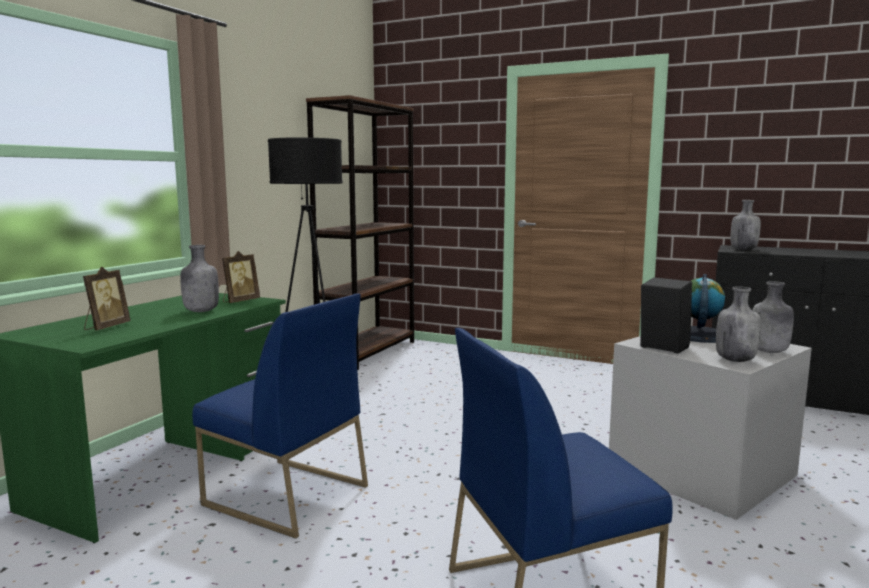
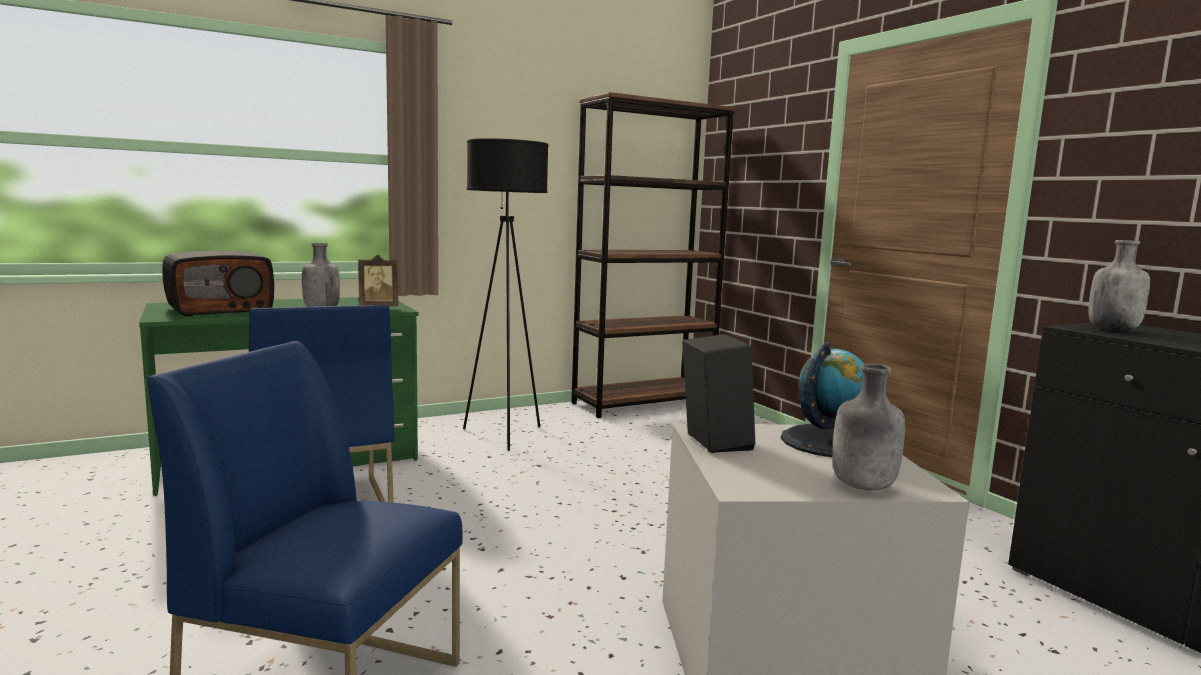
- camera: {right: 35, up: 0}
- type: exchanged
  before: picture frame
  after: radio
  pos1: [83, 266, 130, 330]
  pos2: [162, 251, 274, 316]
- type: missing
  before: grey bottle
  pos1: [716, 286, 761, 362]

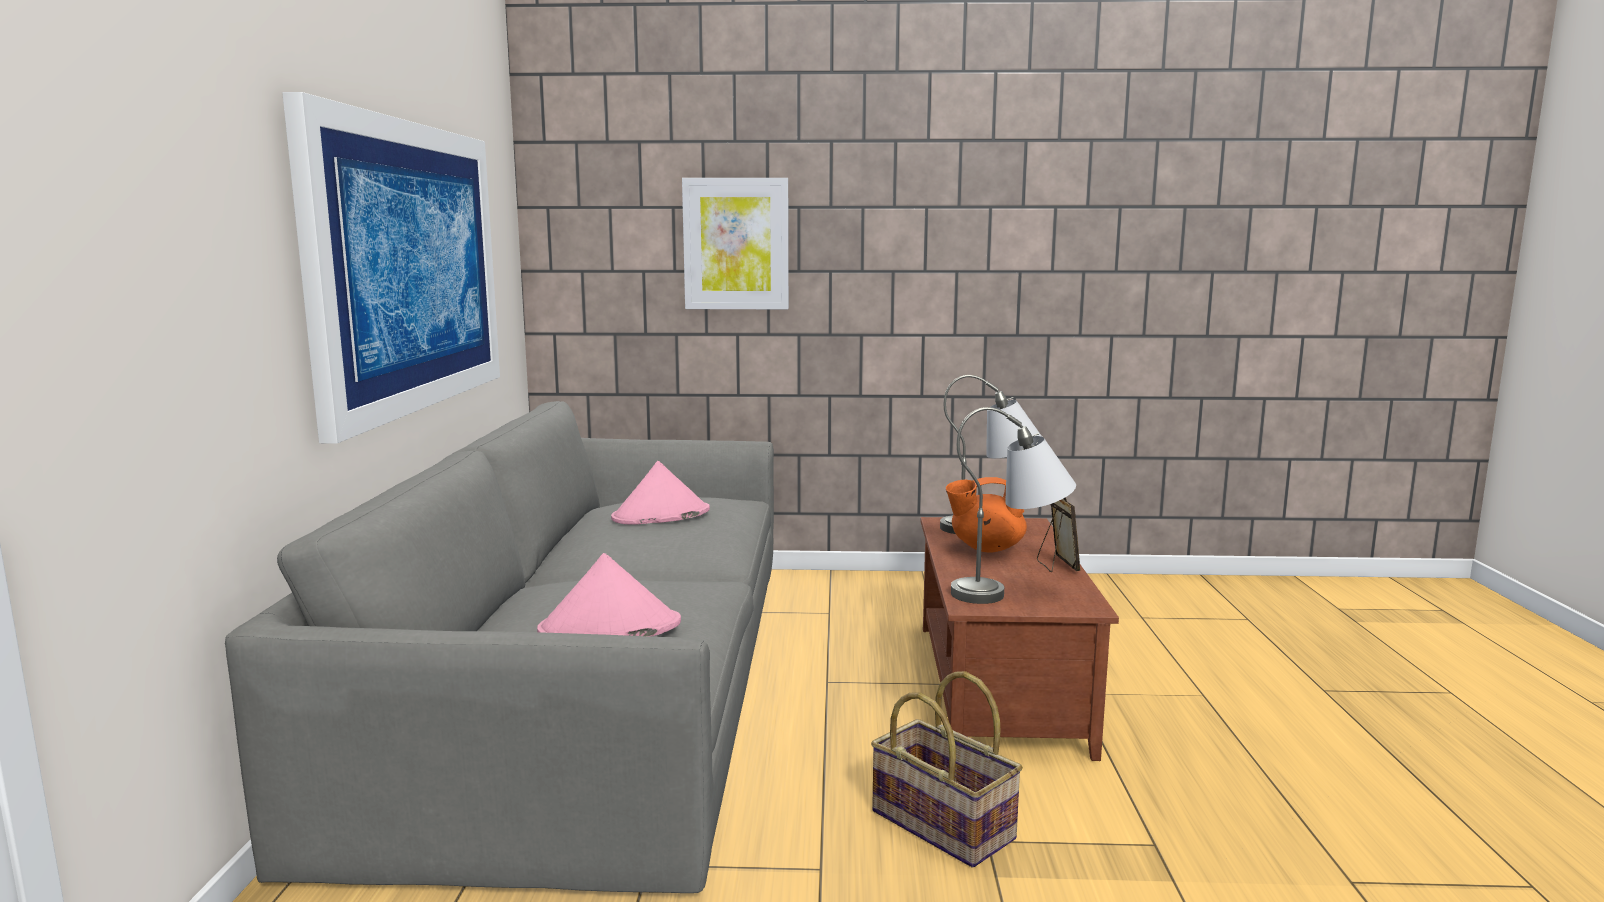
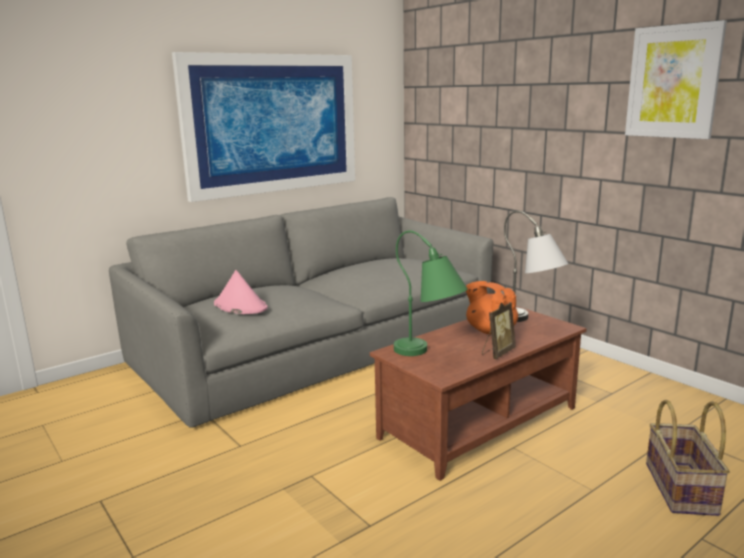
- camera: {right: 50, up: 5}
- type: missing
  before: pink hat
  pos1: [611, 461, 710, 525]
- type: relocated
  before: picture
  pos1: [682, 178, 789, 309]
  pos2: [625, 20, 727, 139]
- type: relocated
  before: basket
  pos1: [871, 671, 1023, 868]
  pos2: [646, 400, 730, 516]
- type: colour
  before: grey table lamp
  after: green table lamp
  pos1: [951, 407, 1076, 604]
  pos2: [394, 231, 468, 356]

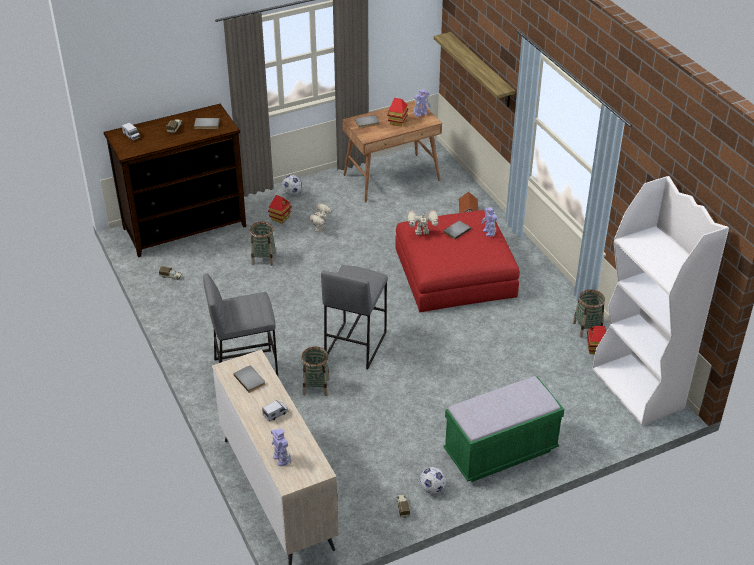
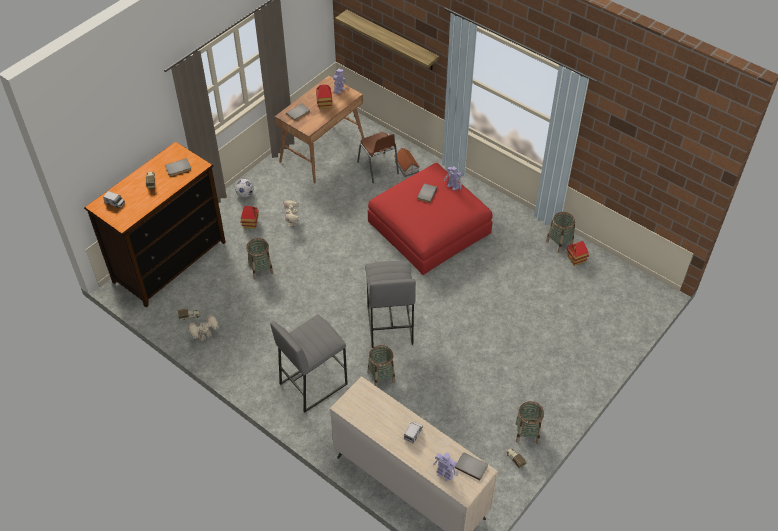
- camera: {right: -25, up: 10}
- type: relocated
  before: grey book
  pos1: [233, 366, 265, 393]
  pos2: [455, 453, 488, 480]
- type: relocated
  before: toy robot
  pos1: [408, 210, 439, 235]
  pos2: [188, 315, 219, 341]
- type: exchanged
  before: football
  after: basket
  pos1: [419, 467, 446, 494]
  pos2: [515, 401, 544, 444]
- type: missing
  before: green bench
  pos1: [443, 376, 564, 482]
- type: missing
  before: white bookcase
  pos1: [592, 176, 729, 425]
- type: appeared
  after: brown chair
  pos2: [357, 132, 399, 183]

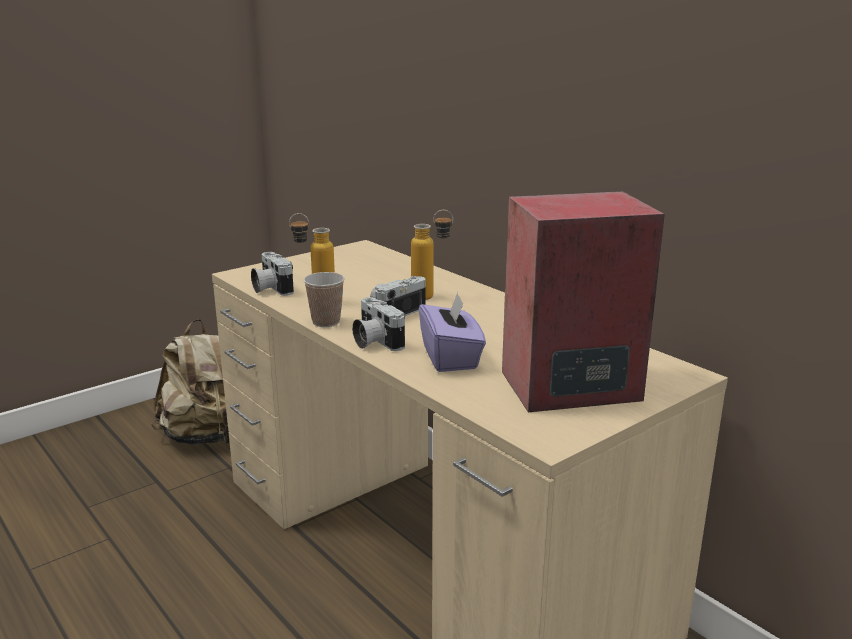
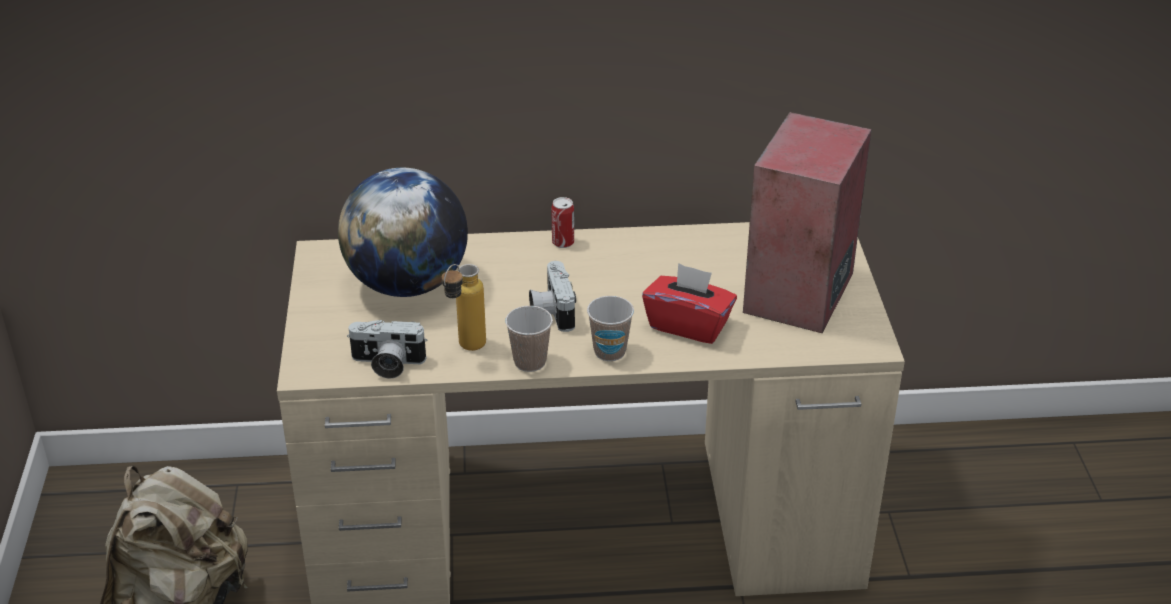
- camera: {right: -55, up: 15}
- type: exchanged
  before: photo camera
  after: cup
  pos1: [352, 297, 405, 351]
  pos2: [587, 296, 634, 361]
- type: missing
  before: bottle
  pos1: [411, 210, 453, 300]
- type: colour
  before: purple tissue box
  after: red tissue box
  pos1: [419, 292, 486, 372]
  pos2: [642, 263, 737, 344]
- type: appeared
  after: globe
  pos2: [338, 168, 468, 297]
- type: appeared
  after: can
  pos2: [551, 197, 574, 248]

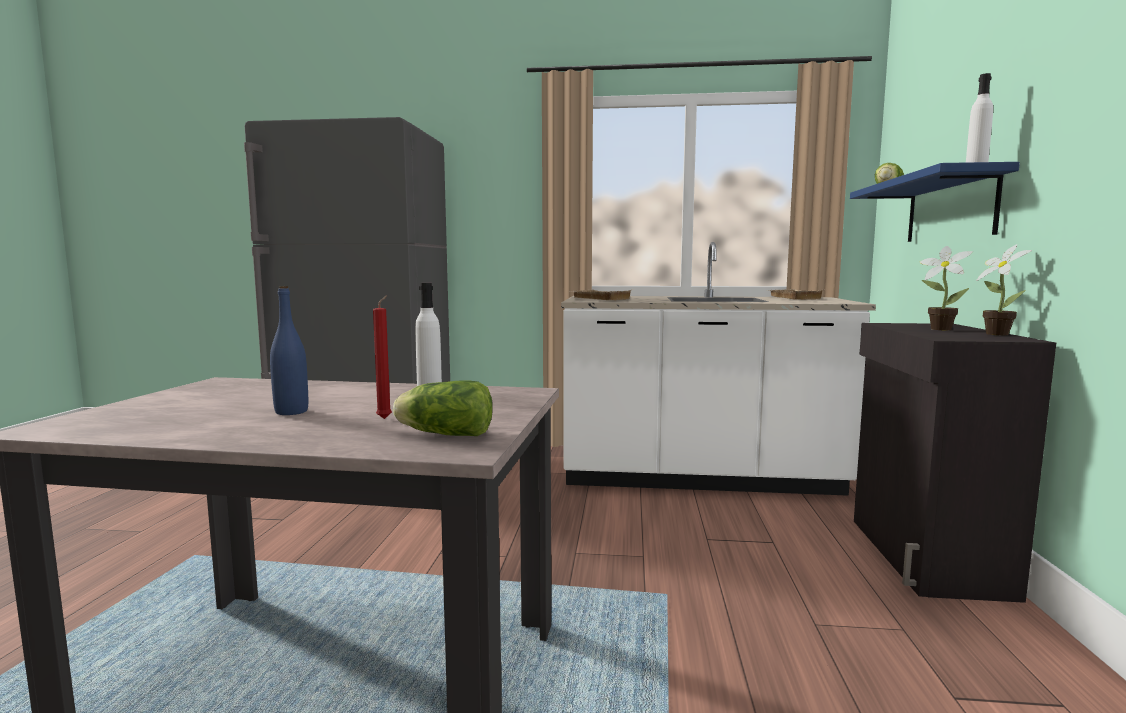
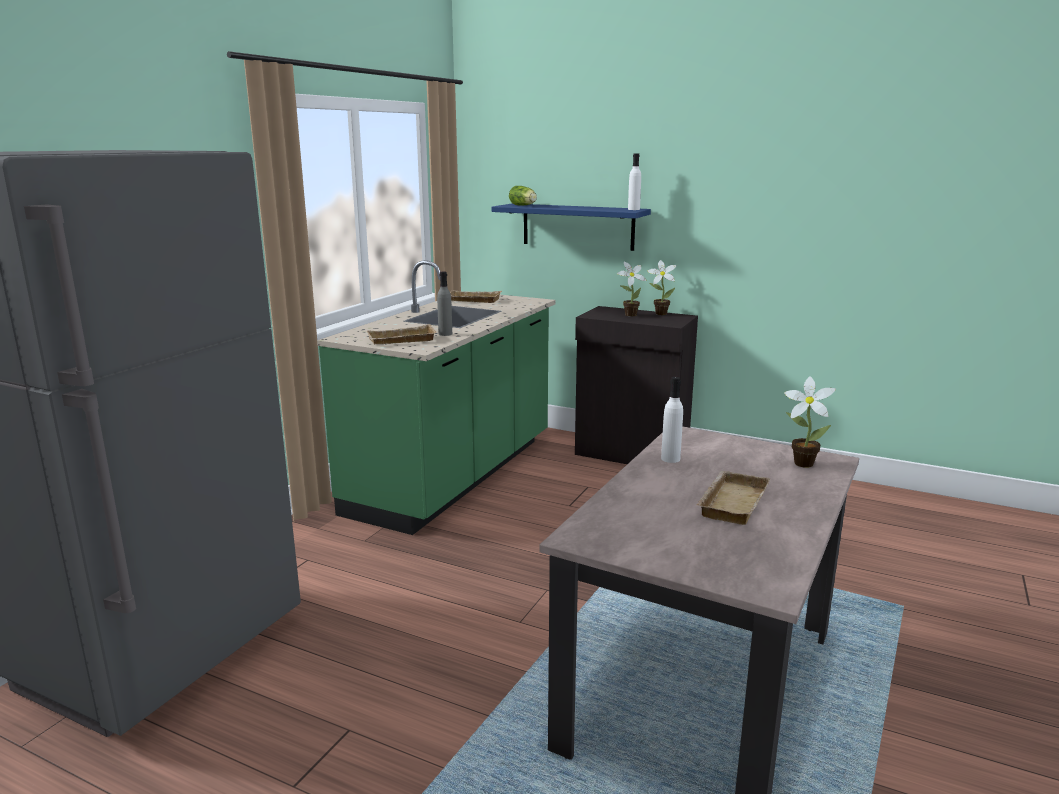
- camera: {right: -70, up: 10}
- type: exchanged
  before: blue bottle
  after: beige tray
  pos1: [270, 286, 308, 415]
  pos2: [697, 471, 770, 525]
- type: missing
  before: red candle
  pos1: [373, 295, 392, 419]
- type: exchanged
  before: lettuce
  after: potted plant
  pos1: [393, 380, 493, 436]
  pos2: [784, 377, 836, 468]
- type: colour
  before: white counter
  after: green counter
  pos1: [561, 242, 876, 496]
  pos2: [317, 260, 556, 535]
- type: appeared
  after: grey bottle
  pos2: [437, 271, 452, 336]

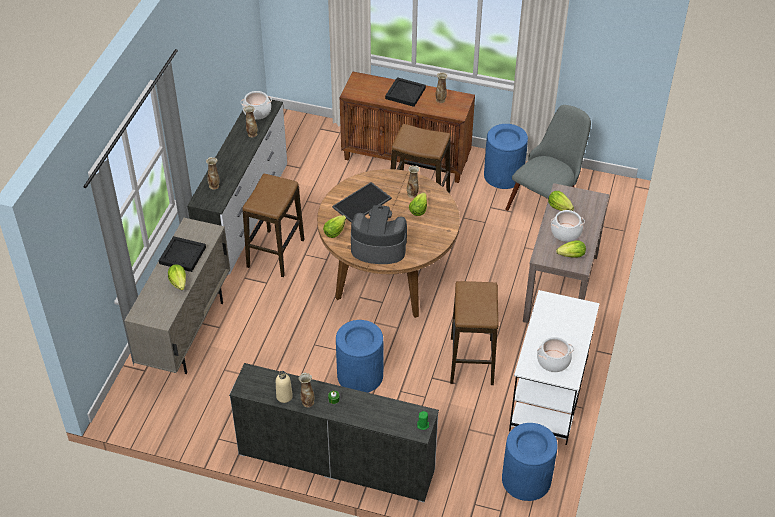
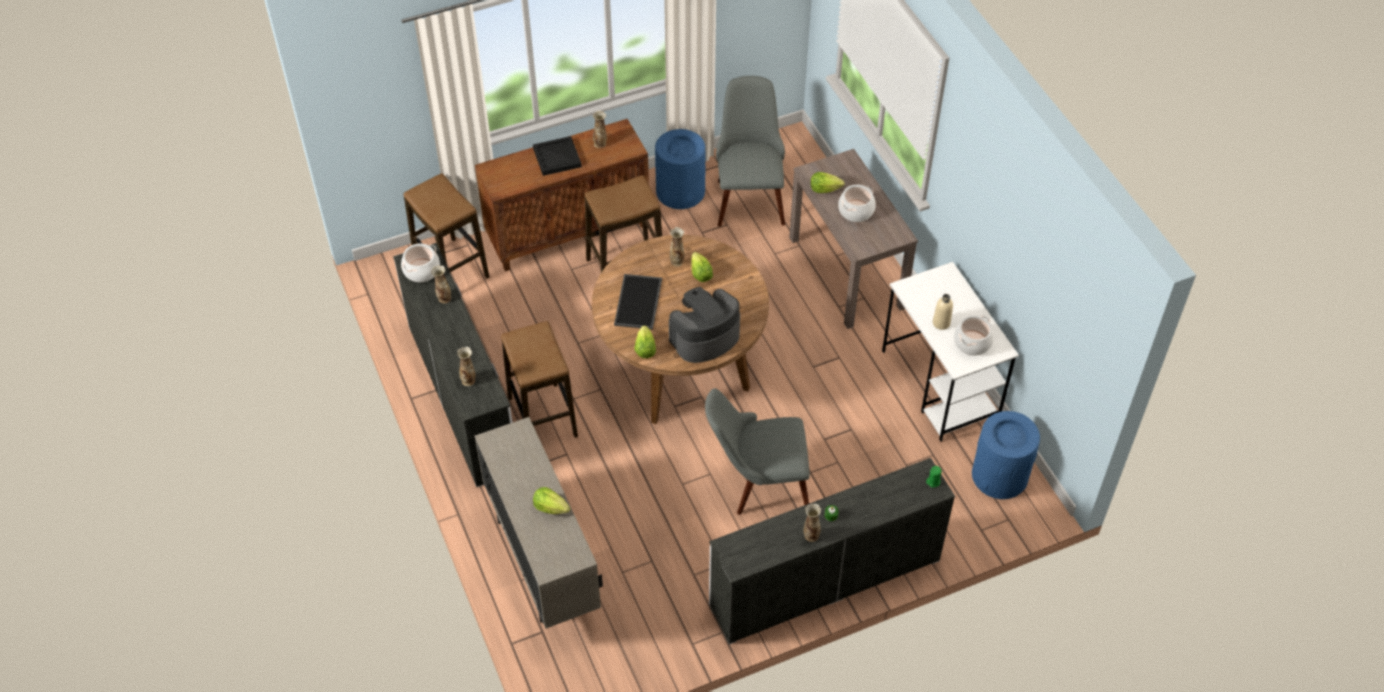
- camera: {right: -40, up: 5}
- type: missing
  before: black tray
  pos1: [159, 236, 206, 272]
- type: relocated
  before: beige bottle
  pos1: [276, 371, 293, 403]
  pos2: [933, 294, 953, 330]
- type: exchanged
  before: blue trash can
  after: grey chair
  pos1: [336, 320, 384, 393]
  pos2: [705, 388, 810, 515]
- type: relocated
  before: stool
  pos1: [450, 281, 498, 385]
  pos2: [404, 173, 489, 279]
- type: missing
  before: lettuce
  pos1: [556, 240, 586, 258]

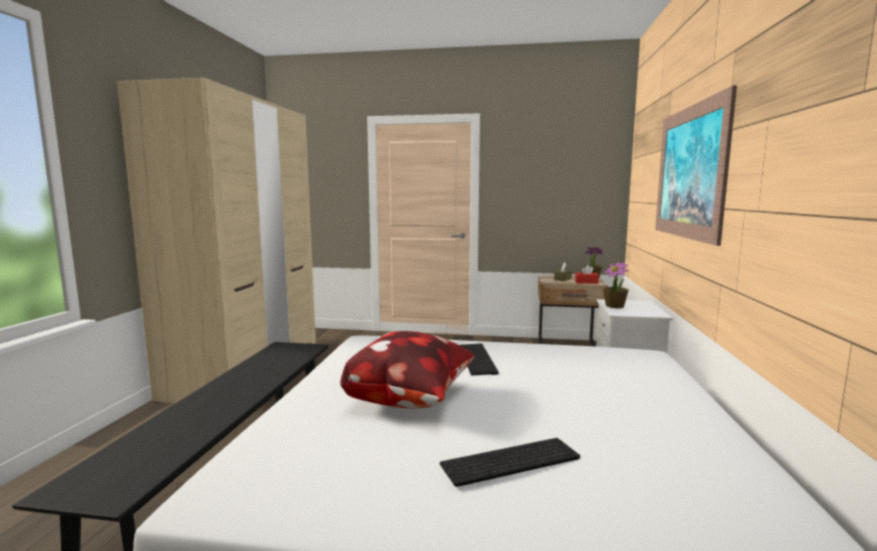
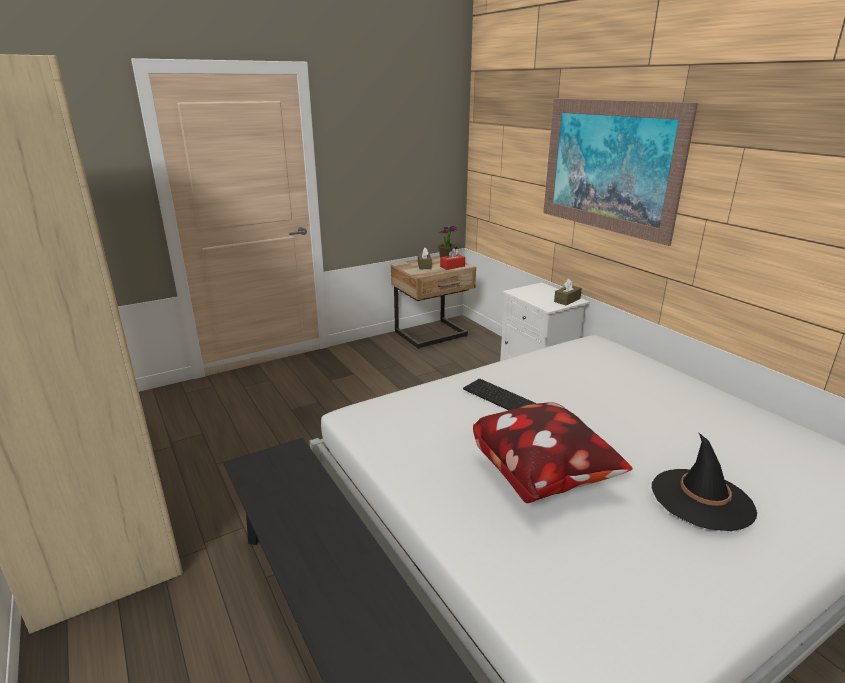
- camera: {right: -40, up: 15}
- type: exchanged
  before: keyboard
  after: black hat
  pos1: [440, 438, 580, 487]
  pos2: [652, 432, 757, 531]
- type: missing
  before: potted plant
  pos1: [603, 262, 629, 308]
- type: appeared
  after: brown tissue box
  pos2: [554, 279, 582, 305]

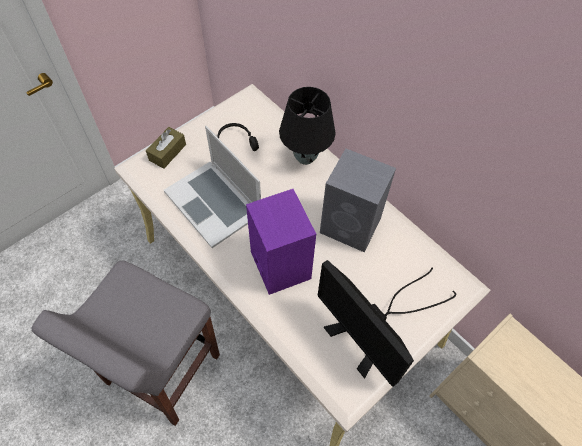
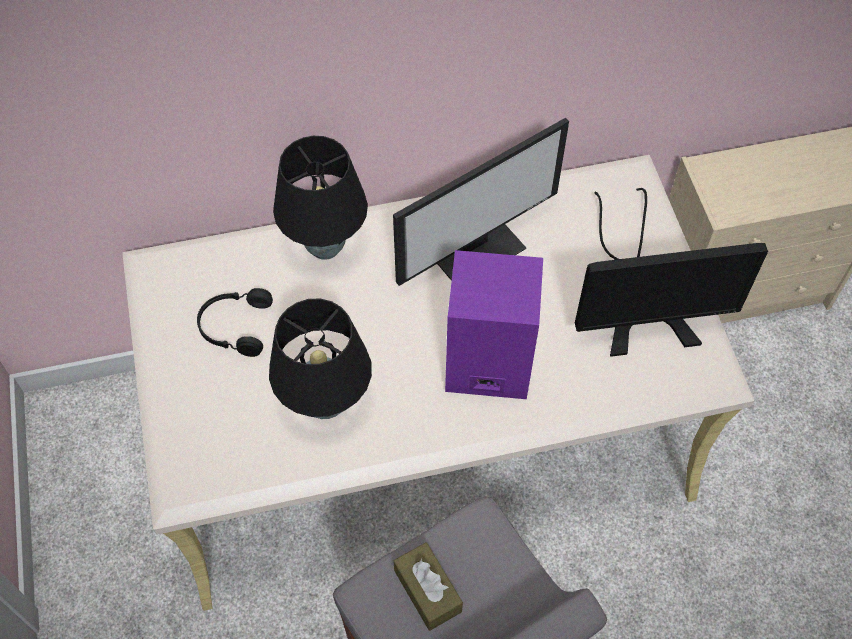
- camera: {right: -60, up: 0}
- type: relocated
  before: brown tissue box
  pos1: [146, 127, 186, 169]
  pos2: [394, 542, 463, 631]
- type: exchanged
  before: laptop
  after: black table lamp
  pos1: [164, 126, 261, 248]
  pos2: [269, 298, 372, 419]
- type: exchanged
  before: grey speaker
  after: monitor
  pos1: [320, 148, 396, 253]
  pos2: [393, 118, 569, 286]

